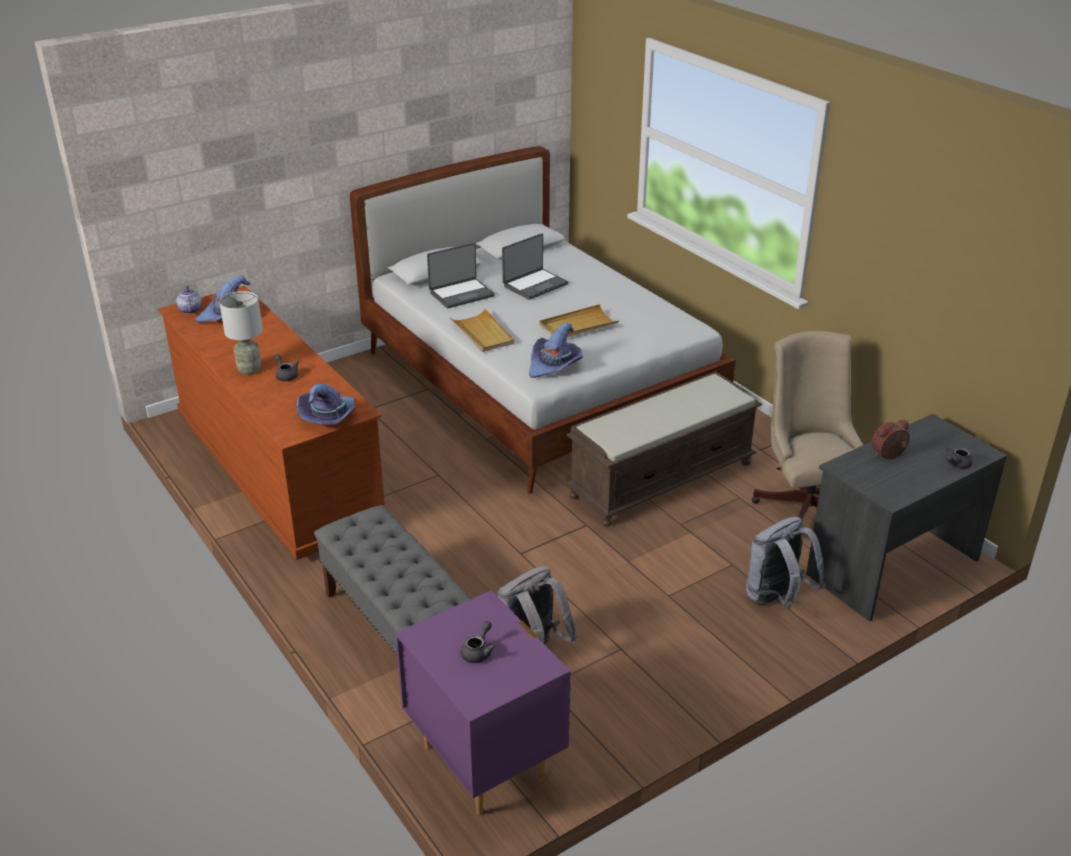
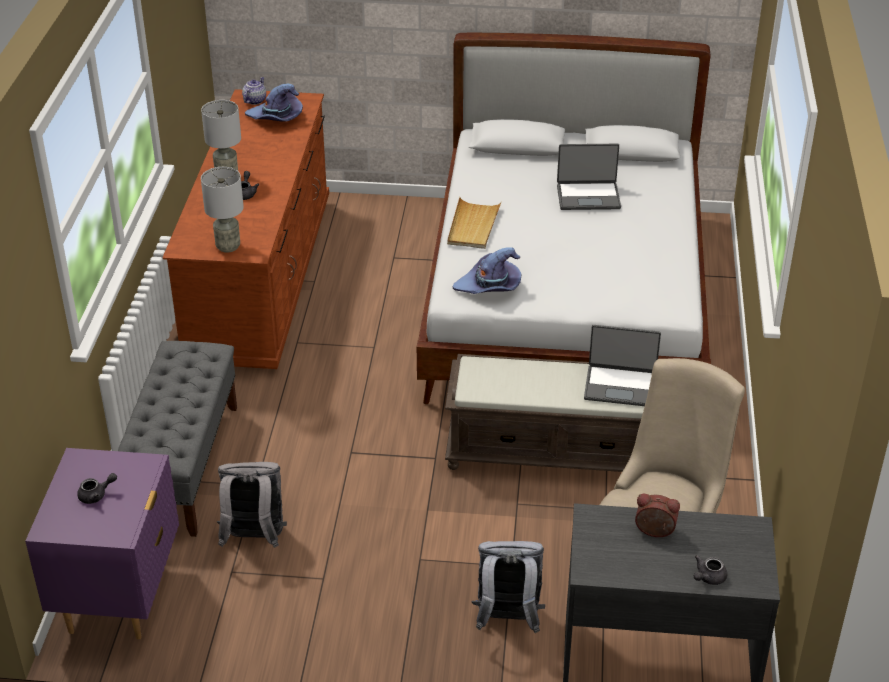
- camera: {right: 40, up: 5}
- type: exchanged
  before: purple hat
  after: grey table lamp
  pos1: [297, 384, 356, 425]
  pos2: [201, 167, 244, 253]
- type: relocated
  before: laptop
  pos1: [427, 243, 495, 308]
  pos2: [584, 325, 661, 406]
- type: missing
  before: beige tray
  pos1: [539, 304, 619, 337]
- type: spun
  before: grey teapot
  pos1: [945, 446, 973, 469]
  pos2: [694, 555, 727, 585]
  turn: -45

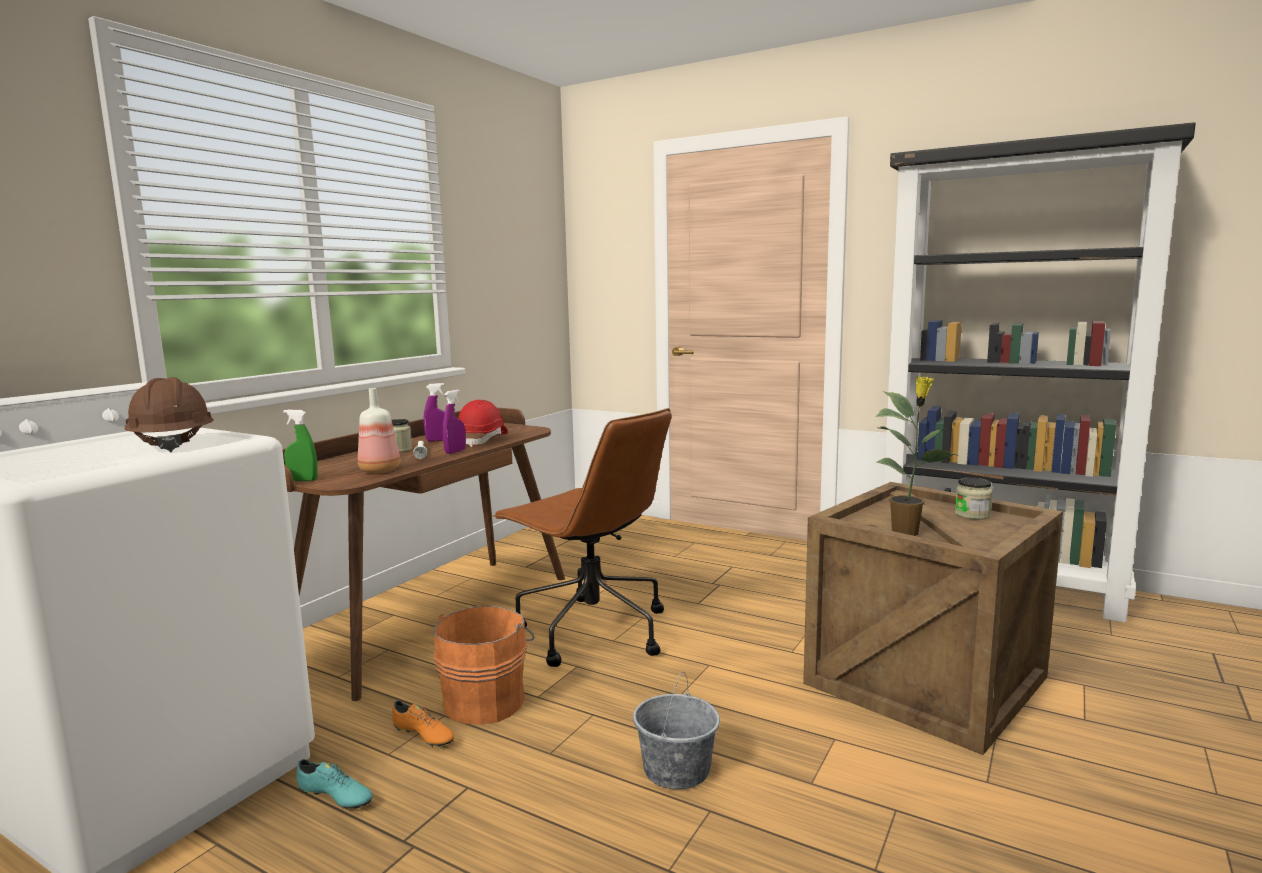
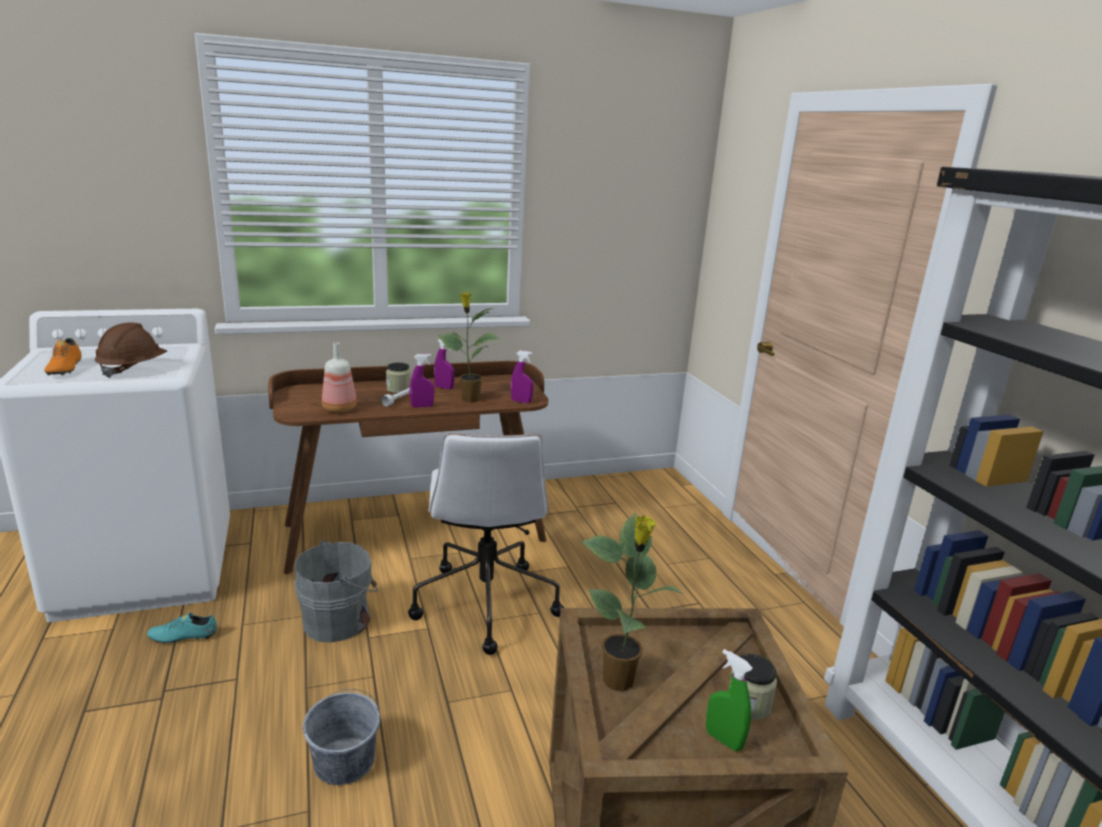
- camera: {right: 40, up: 10}
- type: relocated
  before: green spray bottle
  pos1: [283, 410, 317, 481]
  pos2: [706, 649, 753, 751]
- type: spun
  before: turquoise shoe
  pos1: [297, 759, 372, 810]
  pos2: [147, 613, 217, 644]
  turn: 105
- type: relocated
  before: orange shoe
  pos1: [392, 700, 454, 747]
  pos2: [44, 338, 82, 376]
- type: colour
  before: orange bucket
  after: grey bucket
  pos1: [434, 606, 534, 725]
  pos2: [294, 540, 378, 643]
- type: exchanged
  before: red hard hat
  after: potted plant
  pos1: [458, 400, 508, 447]
  pos2: [438, 292, 500, 403]
- type: colour
  before: brown office chair
  after: white office chair
  pos1: [492, 408, 671, 667]
  pos2: [408, 434, 564, 655]
- type: appeared
  after: purple spray bottle
  pos2: [511, 350, 533, 403]

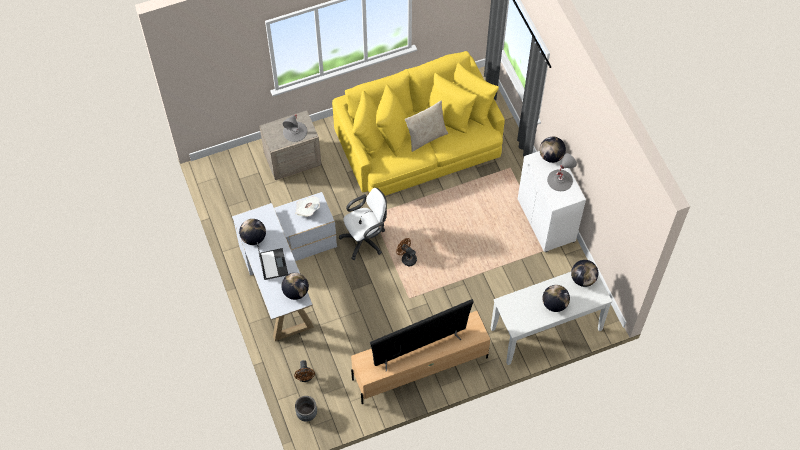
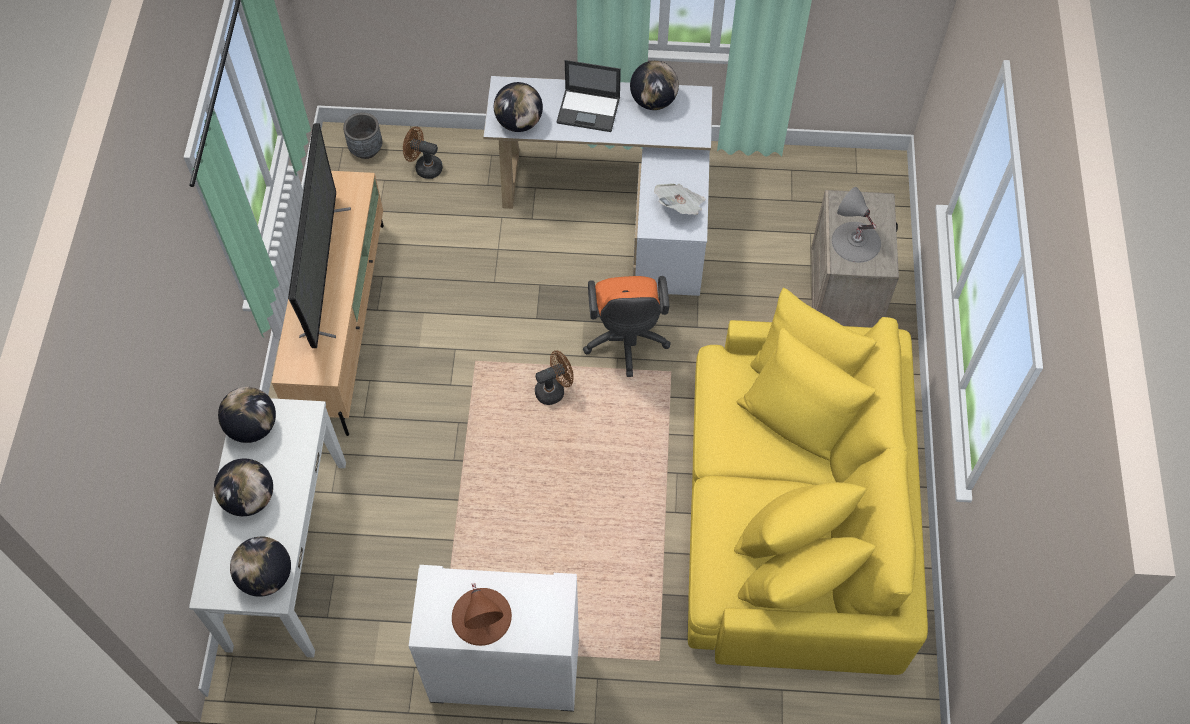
- camera: {right: 115, up: 0}
- type: colour
  before: white office chair
  after: orange office chair
  pos1: [339, 188, 387, 260]
  pos2: [583, 276, 671, 377]
- type: missing
  before: beige pillow
  pos1: [405, 100, 448, 152]
- type: relocated
  before: globe
  pos1: [540, 137, 566, 163]
  pos2: [218, 387, 276, 443]
- type: colour
  before: grey table lamp
  after: brown table lamp
  pos1: [547, 153, 577, 191]
  pos2: [452, 583, 512, 646]

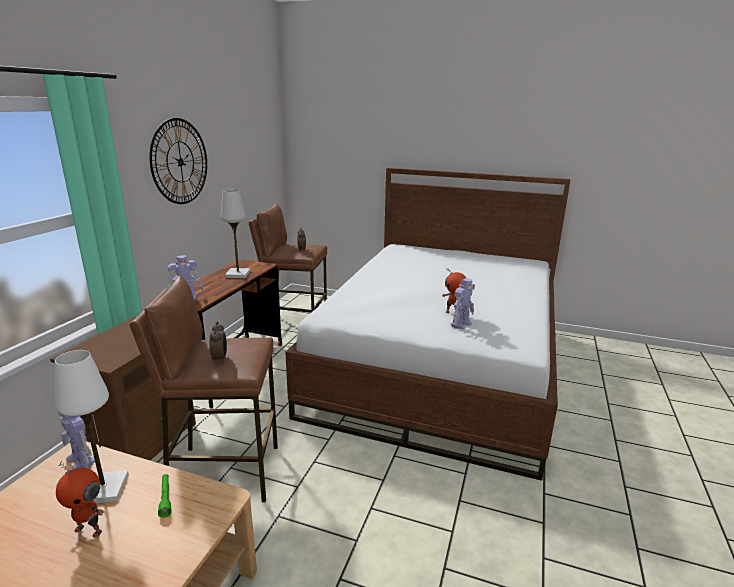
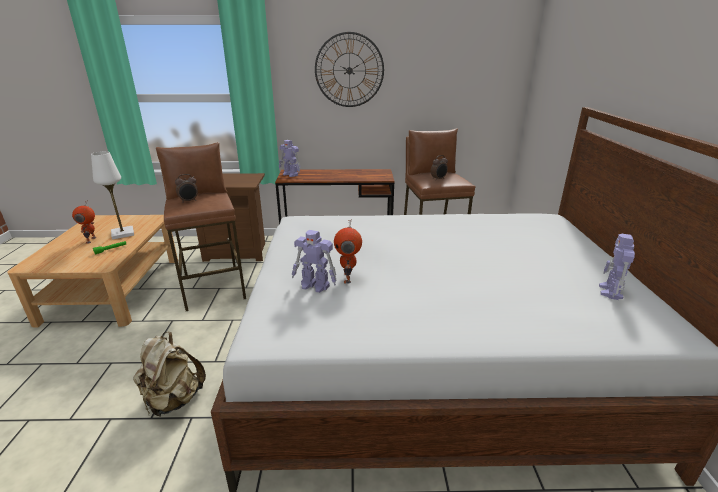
- camera: {right: 70, up: 5}
- type: relocated
  before: toy robot
  pos1: [58, 412, 95, 469]
  pos2: [599, 234, 635, 300]
- type: missing
  before: white table lamp
  pos1: [220, 189, 251, 278]
- type: appeared
  after: beige backpack
  pos2: [133, 332, 206, 417]

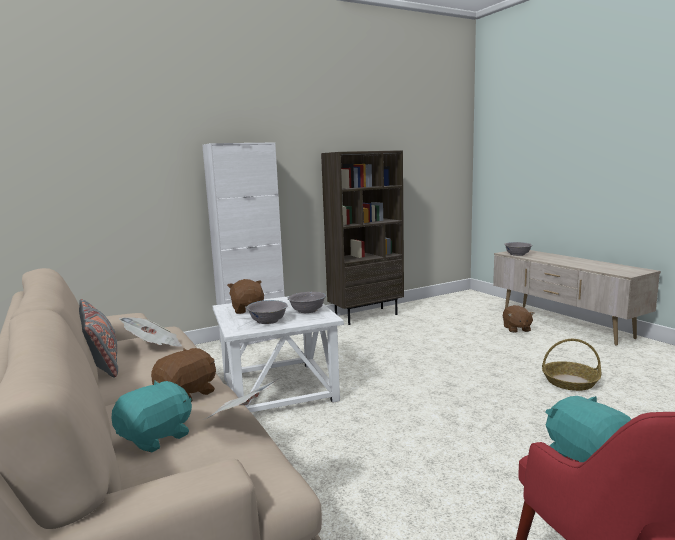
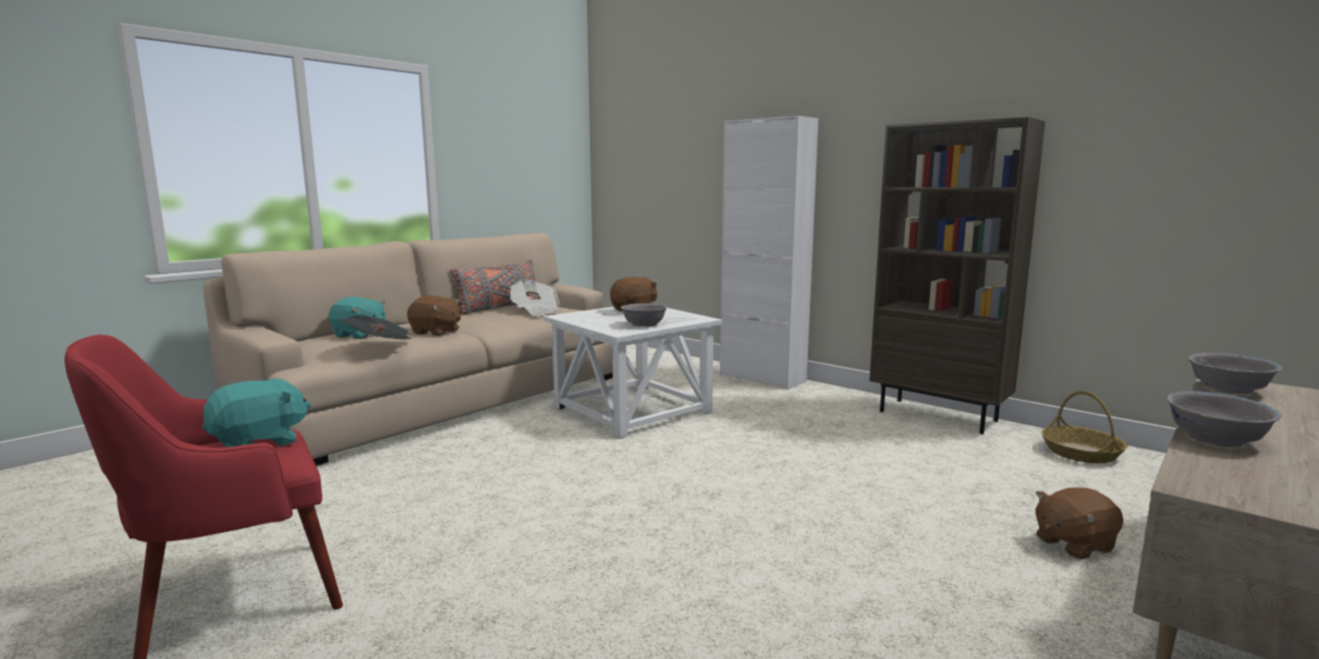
- camera: {right: 70, up: 0}
- type: relocated
  before: grey bowl
  pos1: [247, 300, 288, 324]
  pos2: [1167, 391, 1282, 447]
- type: relocated
  before: basket
  pos1: [542, 339, 601, 391]
  pos2: [1041, 391, 1127, 463]

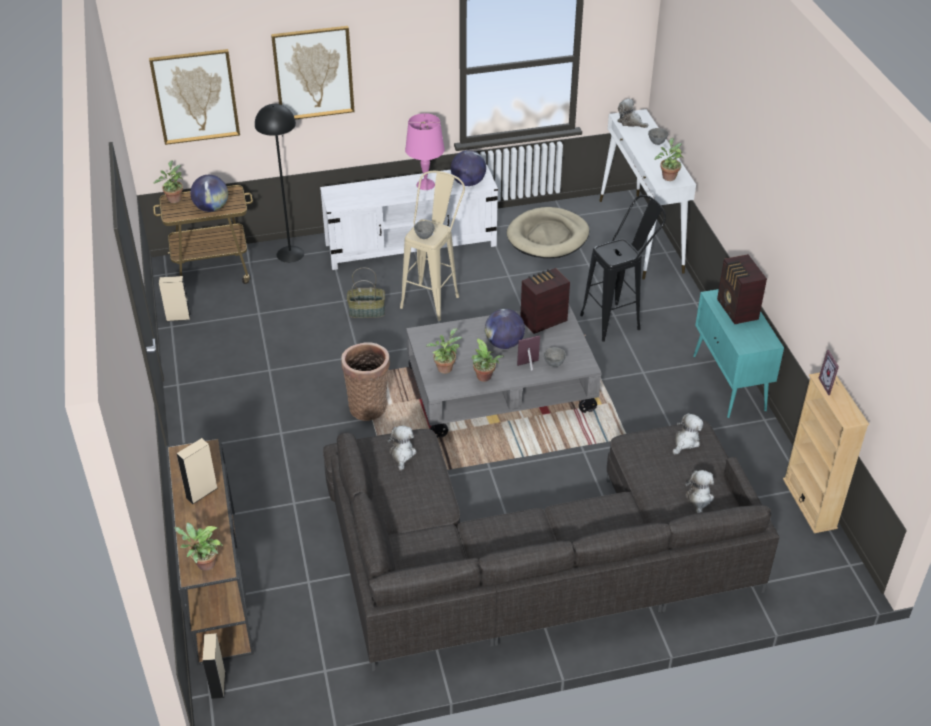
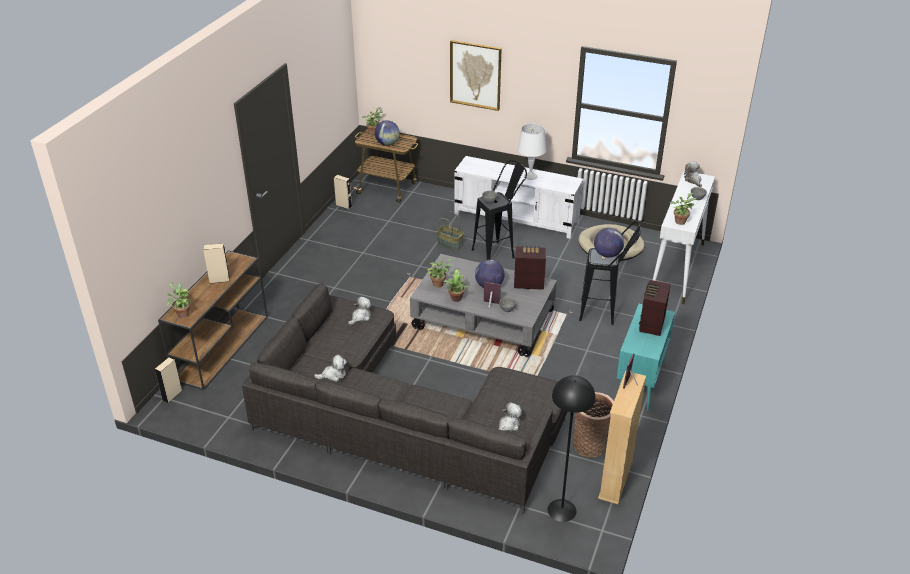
- camera: {right: 35, up: -5}
- type: missing
  before: picture
  pos1: [149, 49, 240, 145]
- type: relocated
  before: black floor lamp
  pos1: [255, 104, 304, 263]
  pos2: [548, 375, 596, 522]
- type: relocated
  before: basket
  pos1: [341, 342, 390, 421]
  pos2: [573, 392, 614, 458]
- type: colour
  before: beige stool
  after: black stool
  pos1: [400, 171, 465, 321]
  pos2: [472, 160, 527, 260]
- type: colour
  before: pink table lamp
  after: white table lamp
  pos1: [405, 113, 445, 190]
  pos2: [518, 124, 546, 180]
- type: relocated
  before: globe
  pos1: [451, 150, 486, 186]
  pos2: [594, 228, 624, 258]
- type: relocated
  before: plush toy
  pos1: [673, 413, 703, 454]
  pos2: [314, 355, 347, 382]

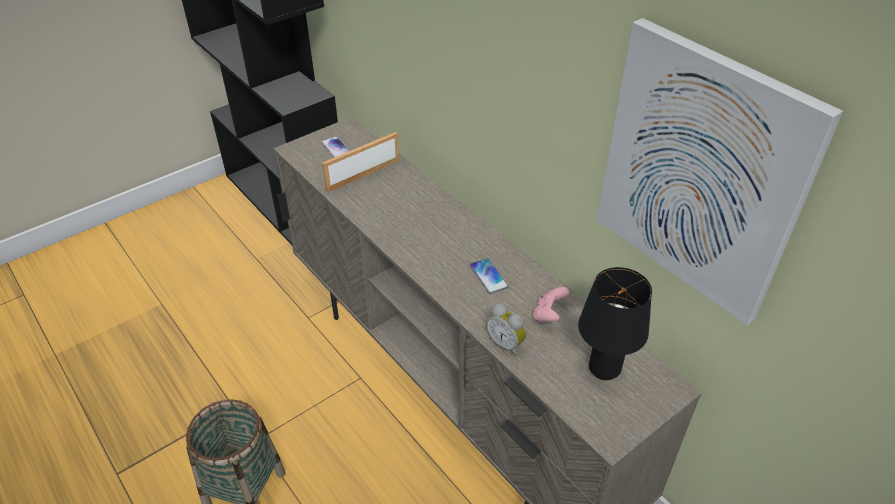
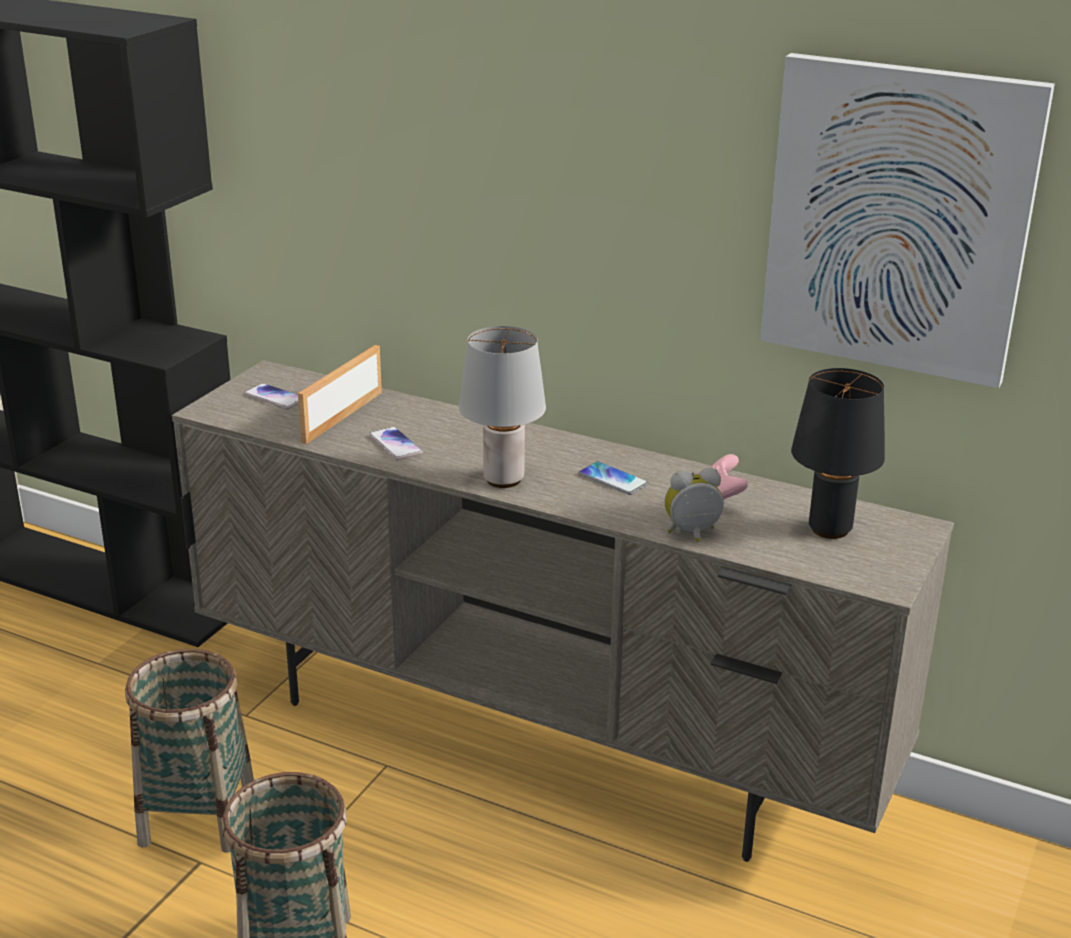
- camera: {right: -25, up: -15}
- type: spun
  before: alarm clock
  pos1: [486, 304, 527, 356]
  pos2: [665, 468, 724, 542]
  turn: 150
- type: appeared
  after: basket
  pos2: [125, 649, 254, 853]
- type: appeared
  after: phone
  pos2: [369, 427, 423, 460]
- type: appeared
  after: grey table lamp
  pos2: [459, 326, 546, 488]

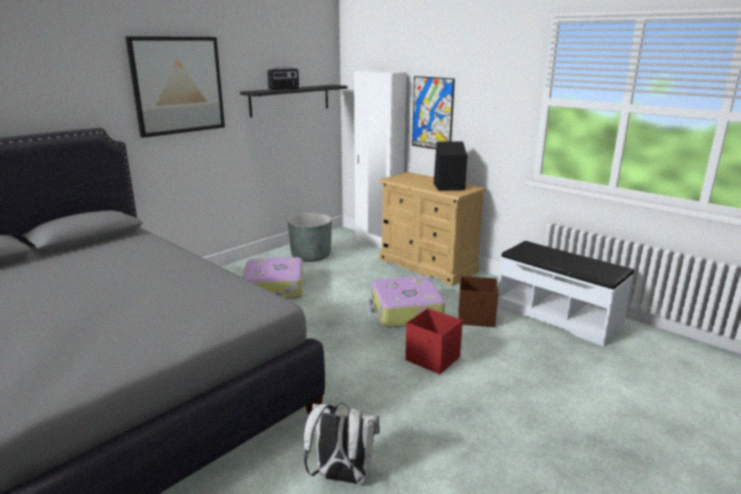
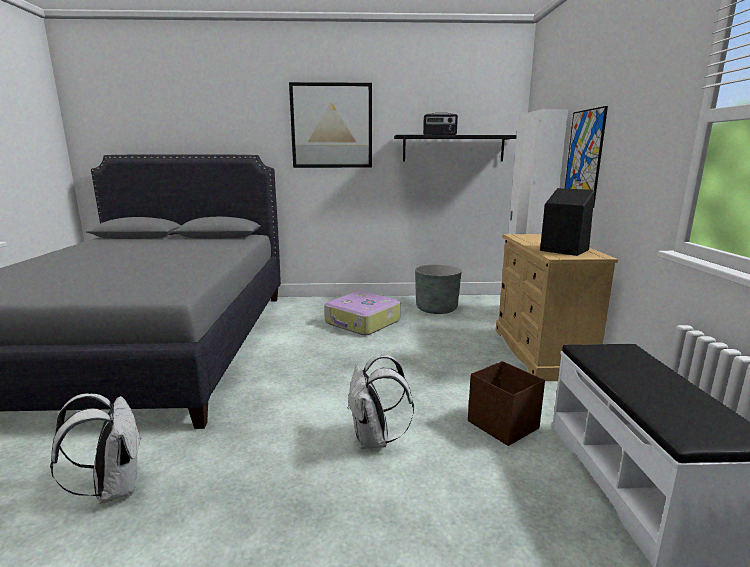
- camera: {right: 45, up: -5}
- type: missing
  before: suitcase
  pos1: [369, 276, 445, 328]
- type: exchanged
  before: red storage box
  after: white backpack
  pos1: [405, 308, 463, 374]
  pos2: [348, 355, 414, 449]

